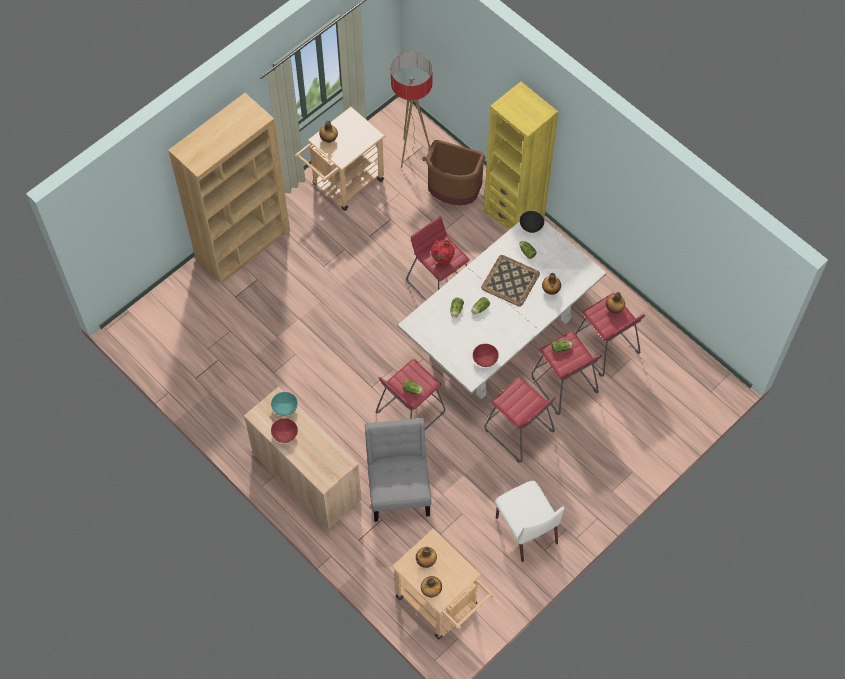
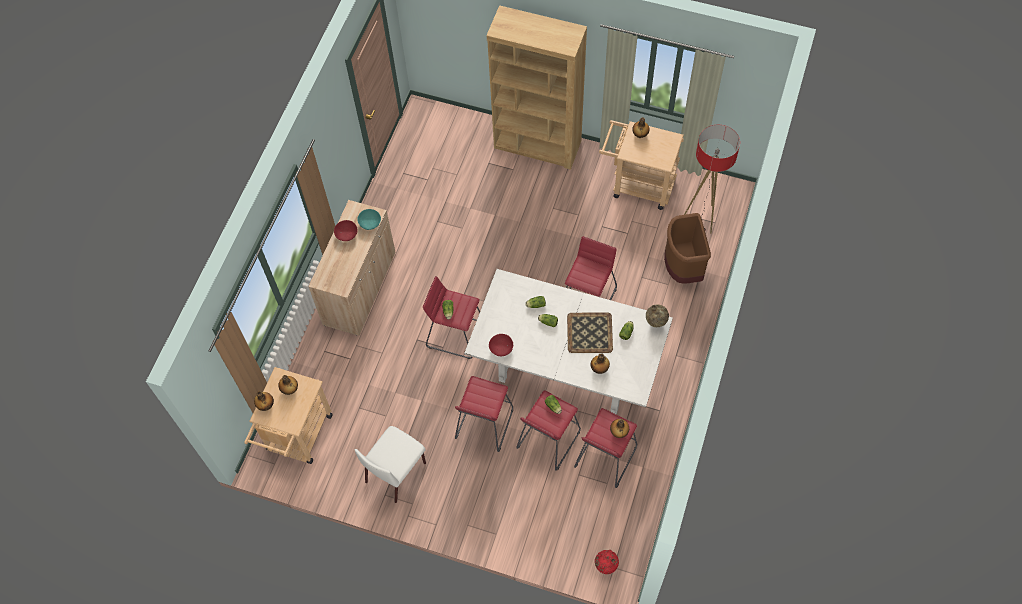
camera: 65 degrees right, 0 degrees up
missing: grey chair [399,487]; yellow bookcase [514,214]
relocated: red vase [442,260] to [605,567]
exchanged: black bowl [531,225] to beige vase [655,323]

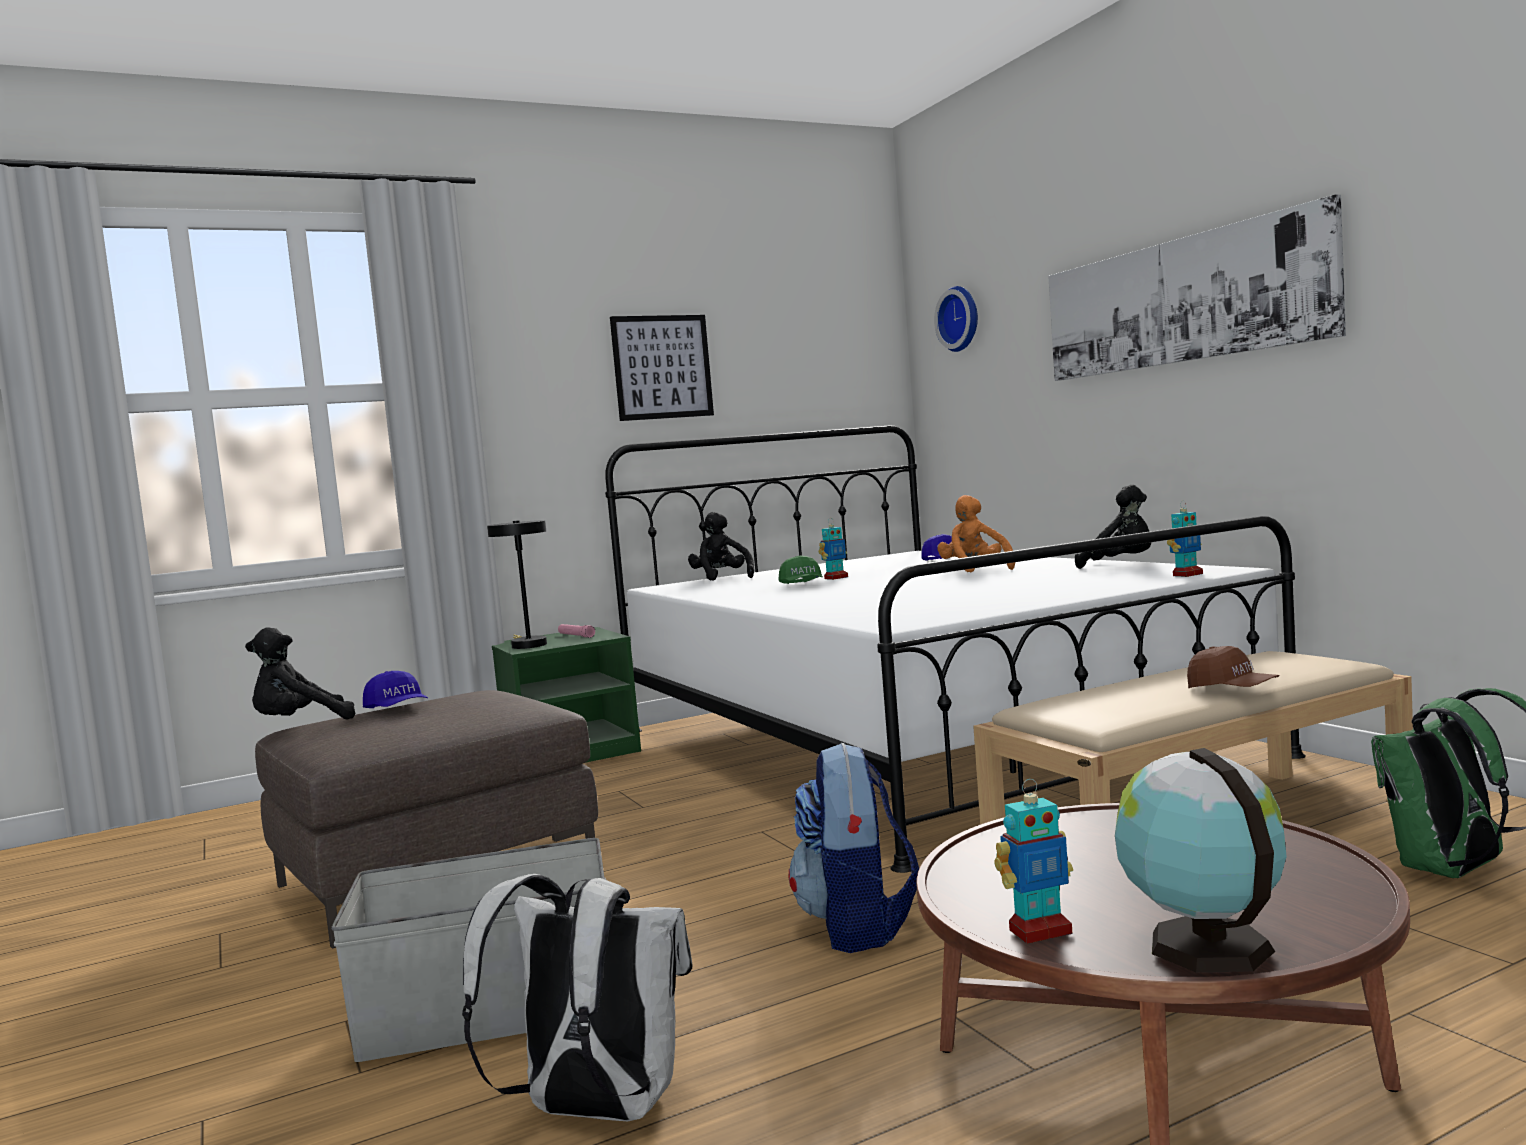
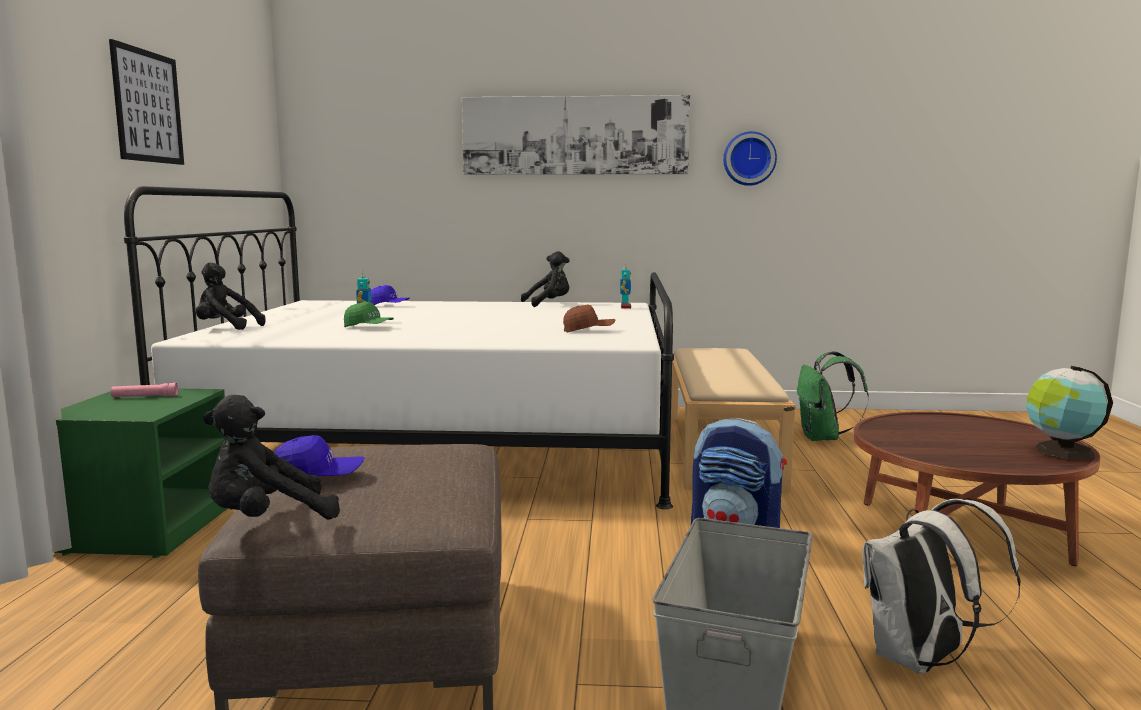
camera: 60 degrees left, 5 degrees up
missing: black table lamp [527,645]; orange plush toy [974,570]; toy robot [1039,931]
relocated: brown cap [1232,690] to [588,331]; wall clock [961,319] to [749,158]
spun: black plush toy [299,725] = [267,520] 60 degrees clockwise

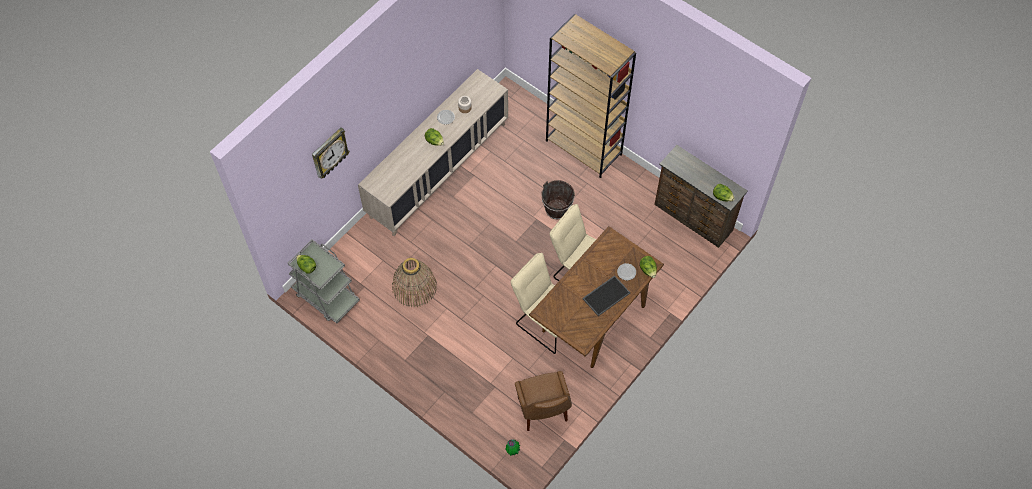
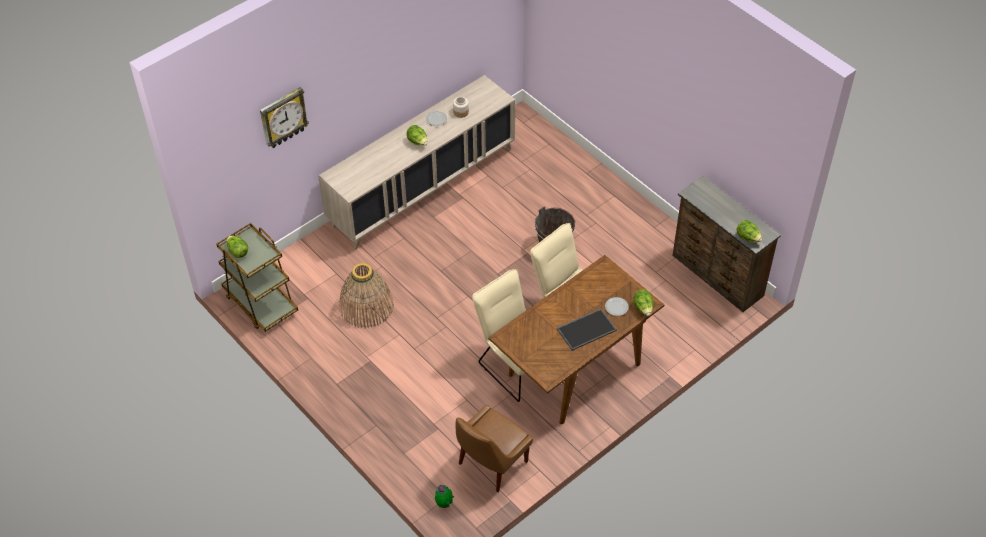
camera: 10 degrees right, 10 degrees down
missing: brown bookcase [584,148]
colour: grey cart [326,297] to brown cart [260,303]
spun: brown chair [543,411] = [491,464] 45 degrees clockwise

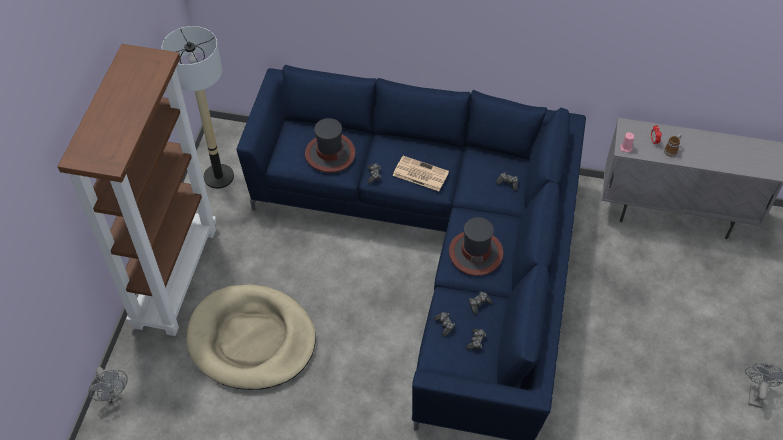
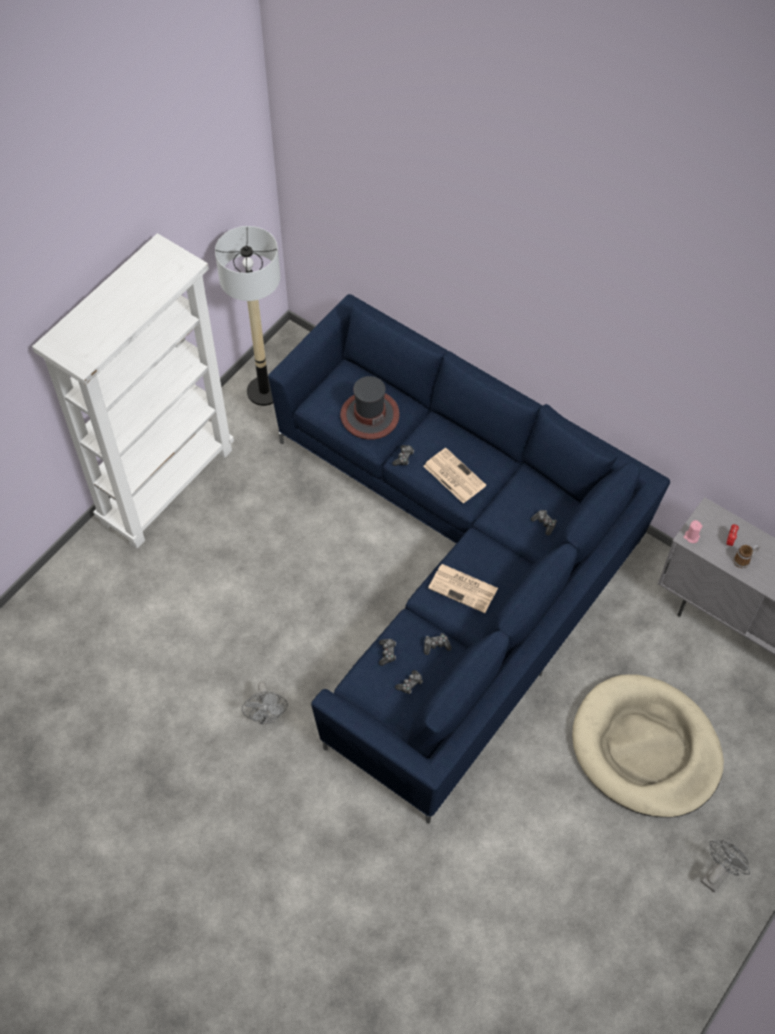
camera: 25 degrees right, 5 degrees up
relocated: grey fan [113,395] to [267,716]; beige dog bed [252,340] to [645,749]
exchanged: hat [475,253] to newspaper [464,588]
colour: brown bookcase [175,276] to white bookcase [167,484]

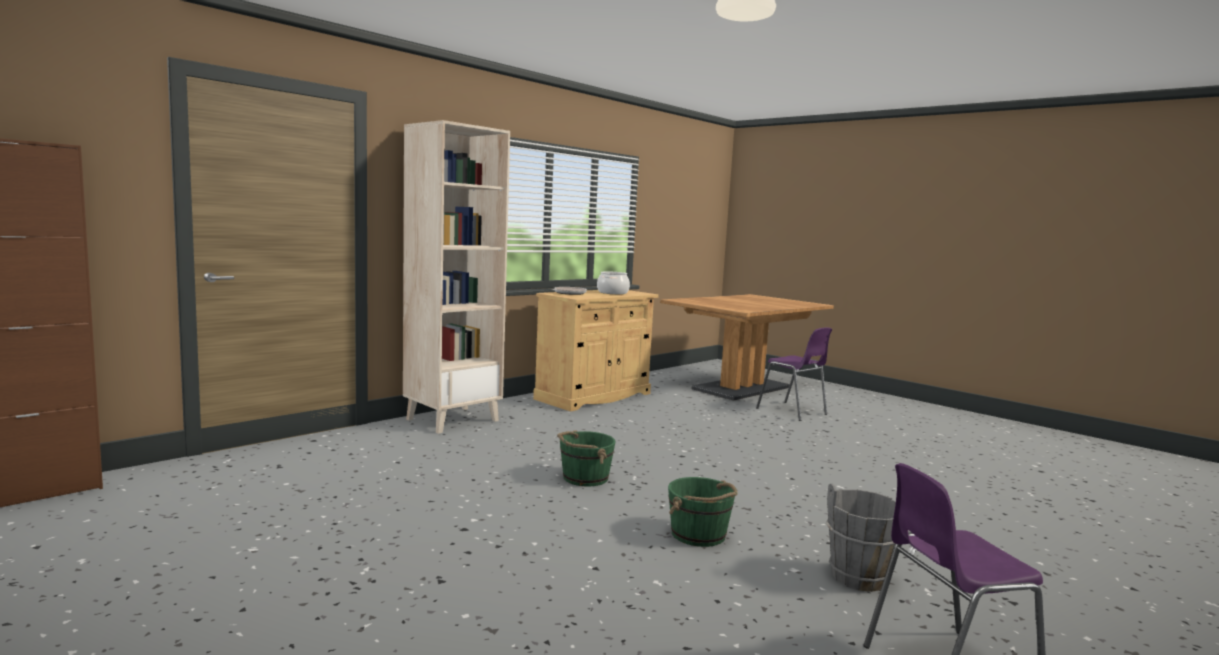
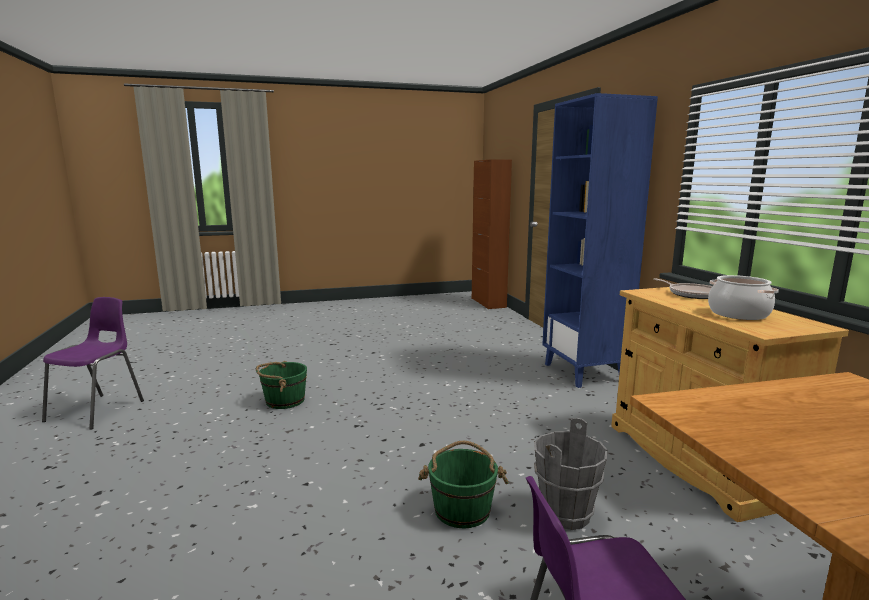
camera: 120 degrees right, 5 degrees up
relocated: green bucket [584,478] to [462,509]; grey bucket [858,577] to [566,514]
colour: beige bookcase [453,419] to blue bookcase [584,372]

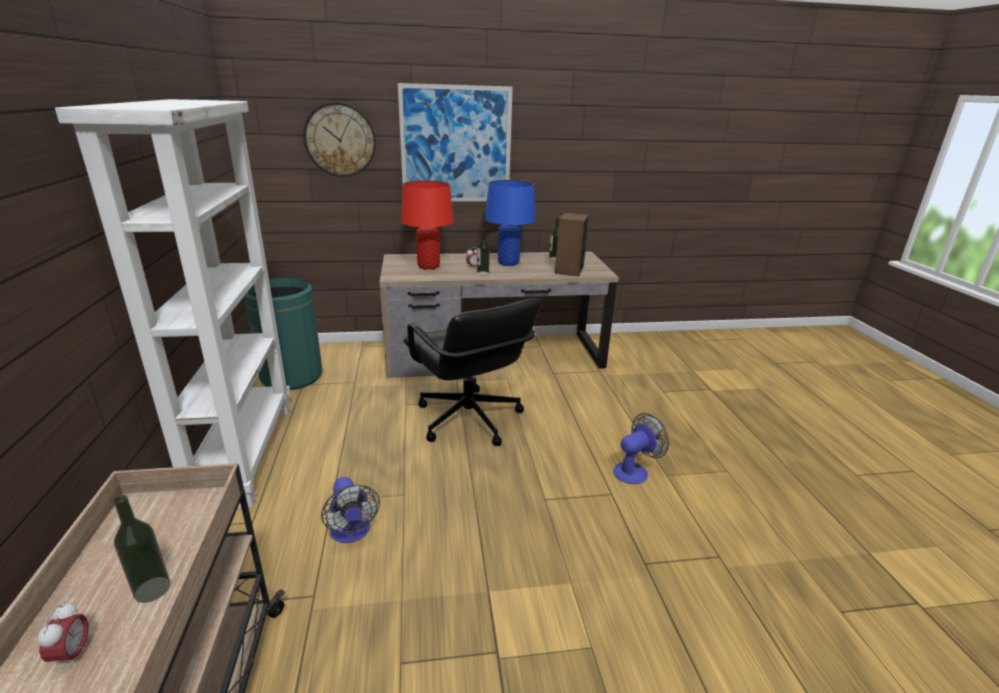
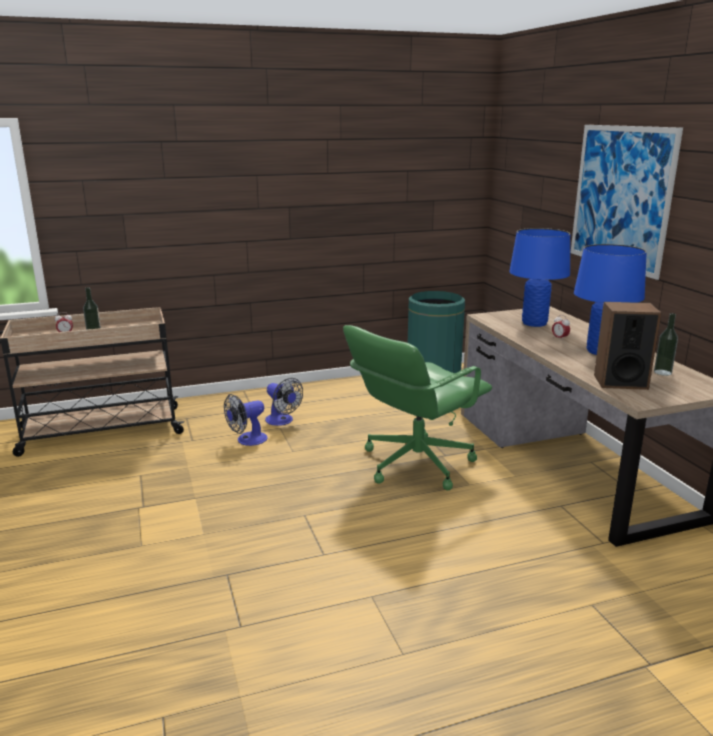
camera: 80 degrees right, 5 degrees down
missing: white bookcase [243,451]; wall clock [340,140]; bottle [483,273]
relocated: fan [635,470] to [282,421]
colour: black office chair [468,419] to green office chair [415,463]; red table lamp [428,266] to blue table lamp [534,323]

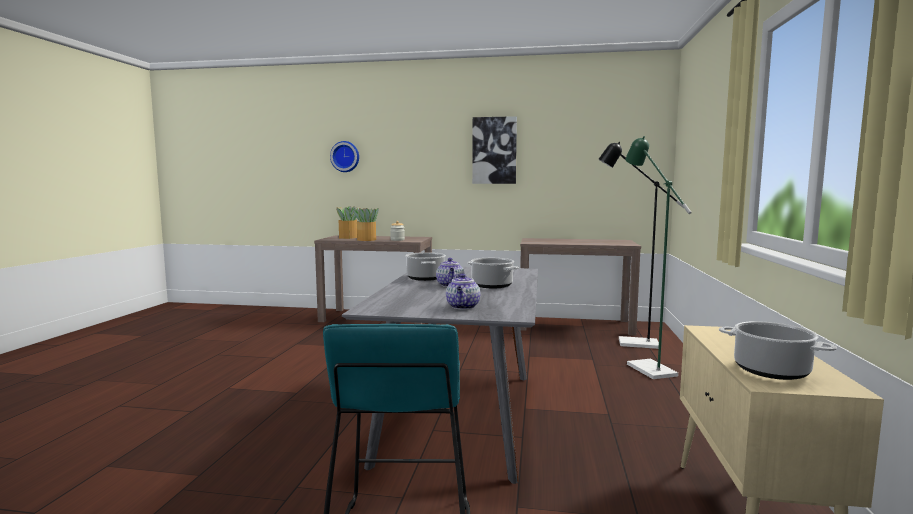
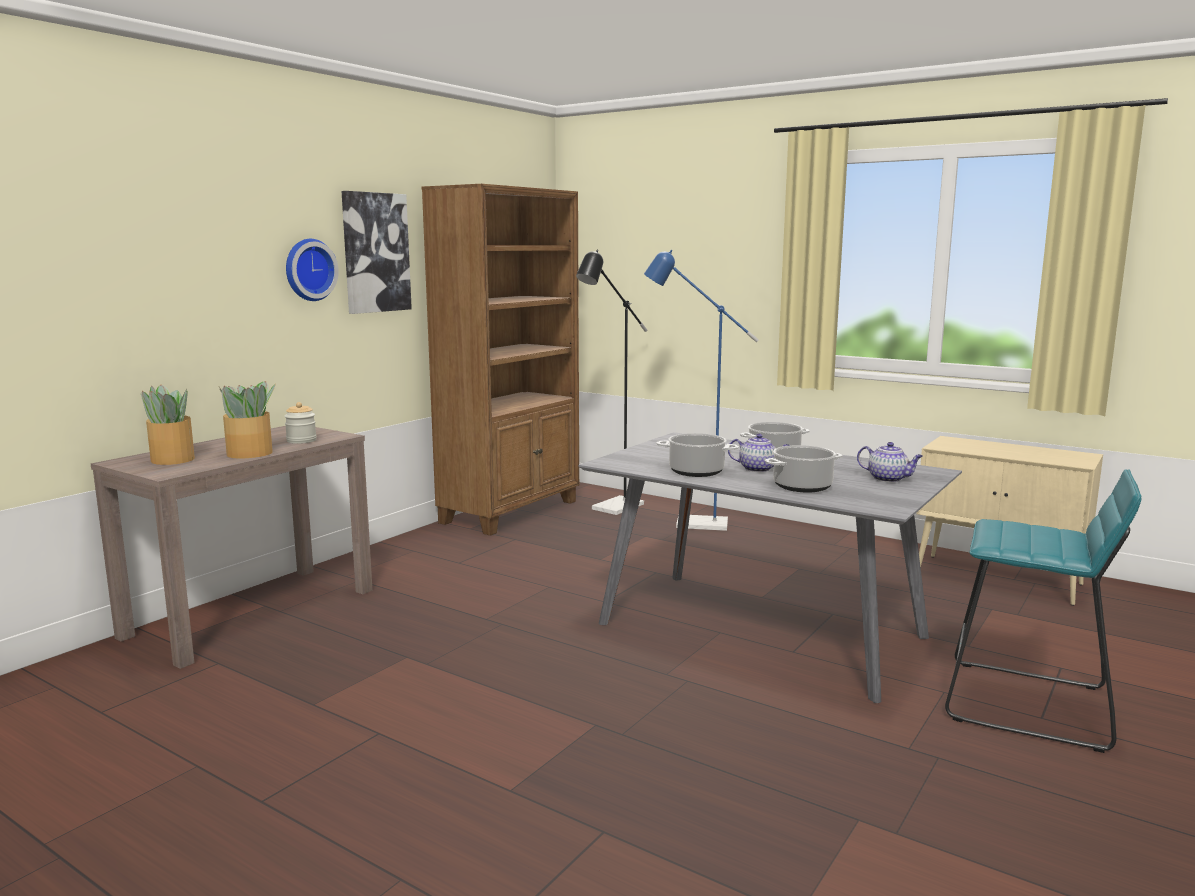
camera: 65 degrees left, 5 degrees up
relocated: wall clock [345,156] to [308,270]; cooking pot [770,370] to [802,487]
exchanged: brown console table [575,325] to brown bookcase [511,512]
colour: green floor lamp [645,367] to blue floor lamp [691,524]

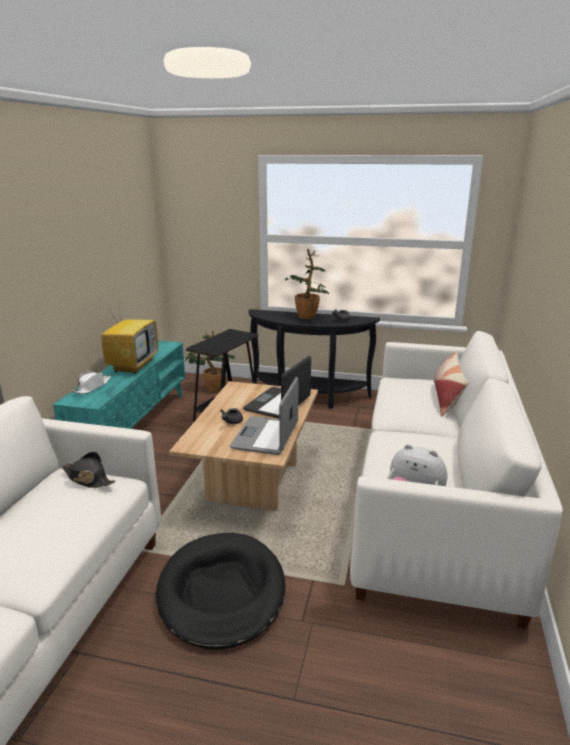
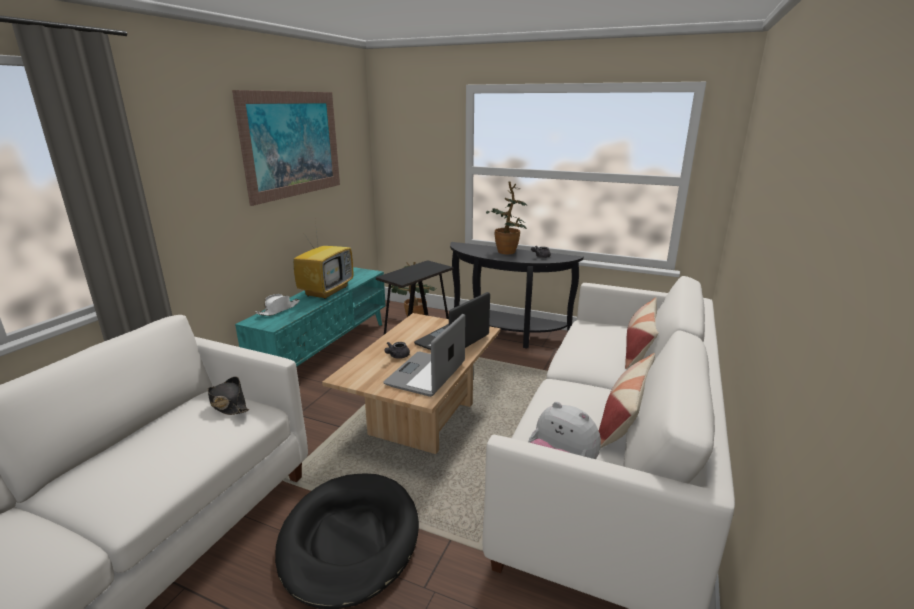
camera: 10 degrees right, 0 degrees up
appeared: picture [293,144]; pillow [624,420]

